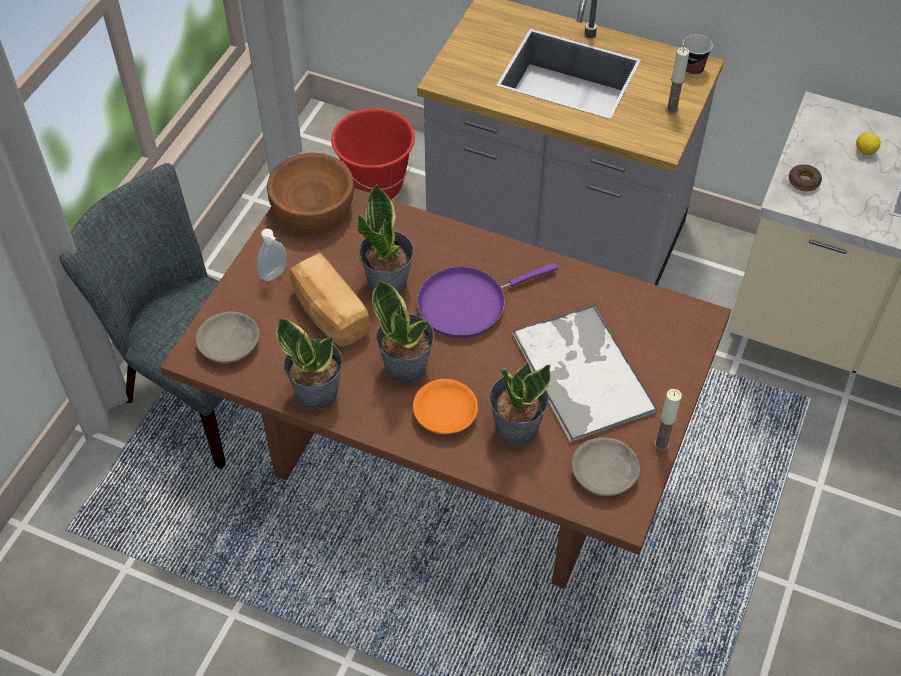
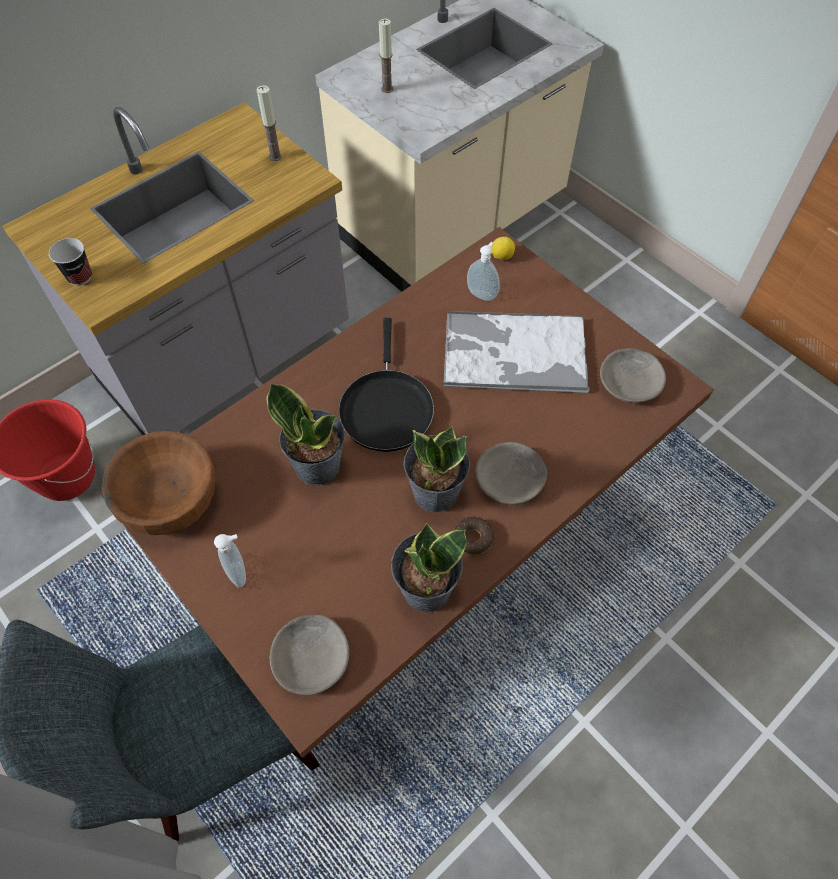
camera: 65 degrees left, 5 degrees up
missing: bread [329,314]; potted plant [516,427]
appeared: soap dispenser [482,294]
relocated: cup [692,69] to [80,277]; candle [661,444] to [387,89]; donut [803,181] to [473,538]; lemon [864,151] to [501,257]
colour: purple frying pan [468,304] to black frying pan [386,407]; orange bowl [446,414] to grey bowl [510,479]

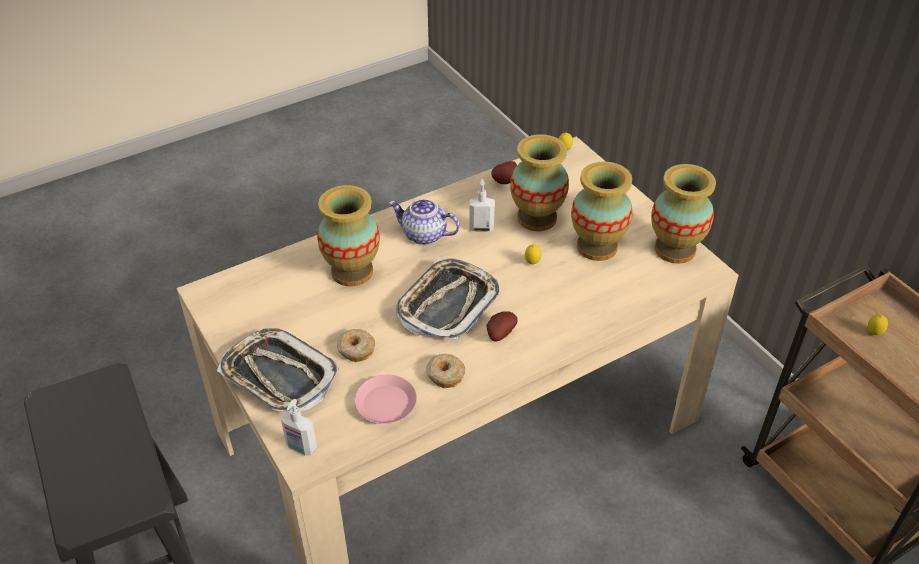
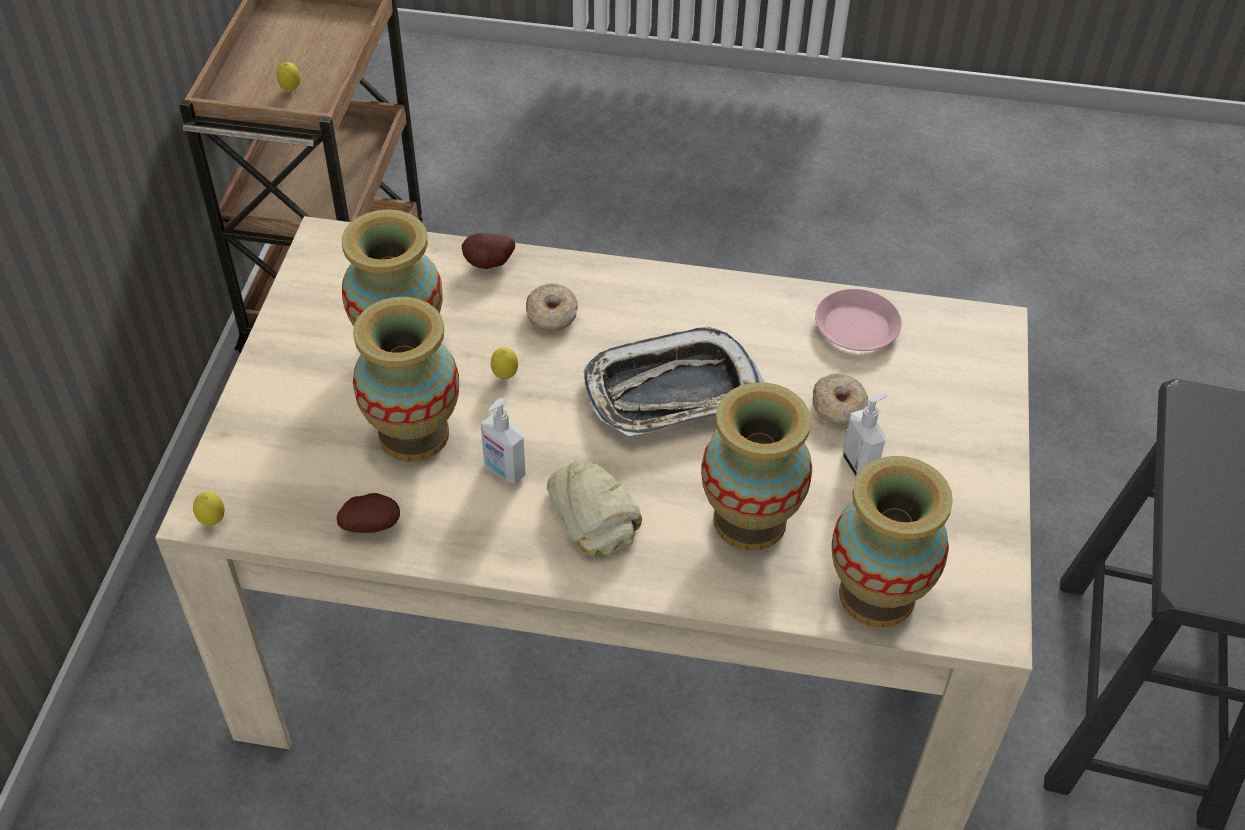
camera: 140 degrees left, 5 degrees up
missing: tray [278,376]
relocated: potato [499,334] to [489,265]; donut [445,375] to [552,315]; vase [674,249] to [877,596]; soap dispenser [301,448] to [860,465]
exchanged: teapot [423,235] to bread [594,513]

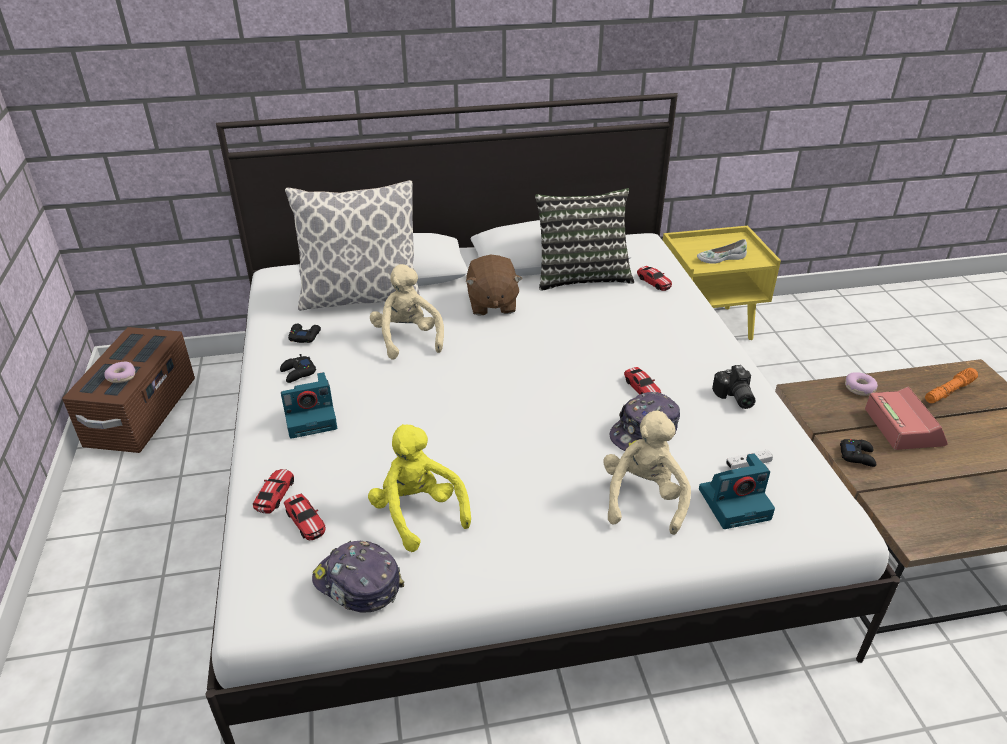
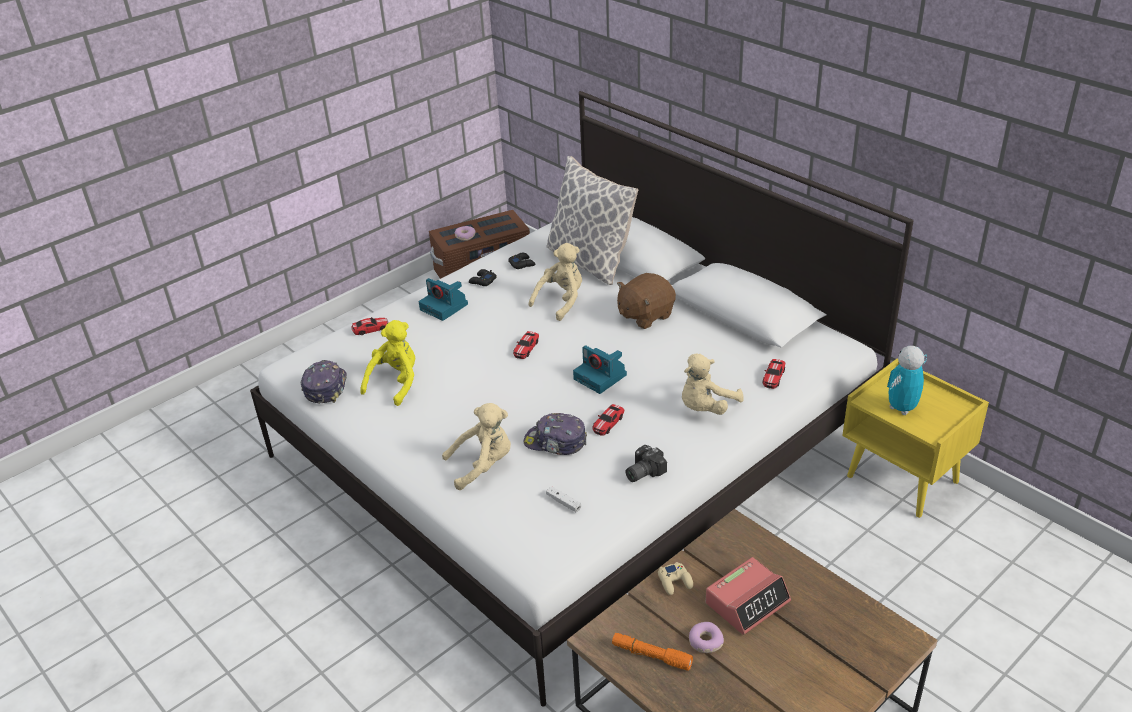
camera: 60 degrees right, 0 degrees up
missing: pillow [581,275]
appeared: beige plush toy [705,408]
relocated: toy car [305,520] to [526,348]; photo camera [735,503] to [601,377]; orange flashlight [948,391] to [651,655]; donut [859,388] to [705,641]
exchanged: white shoe [720,258] to toy robot [901,408]
colour: black game controller [857,456] to beige game controller [675,581]

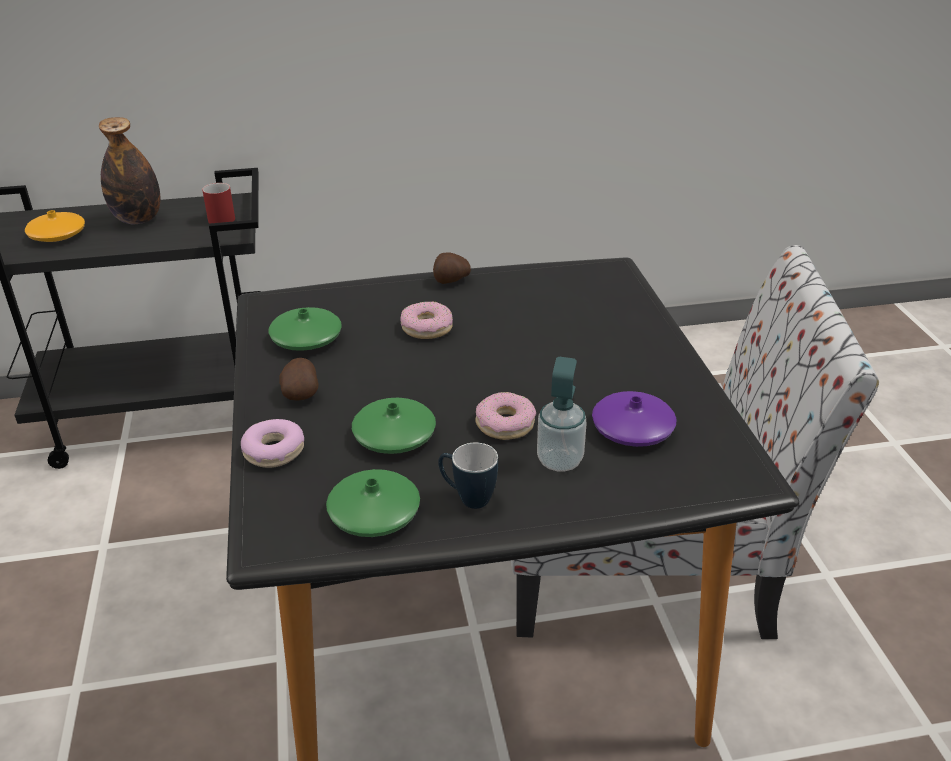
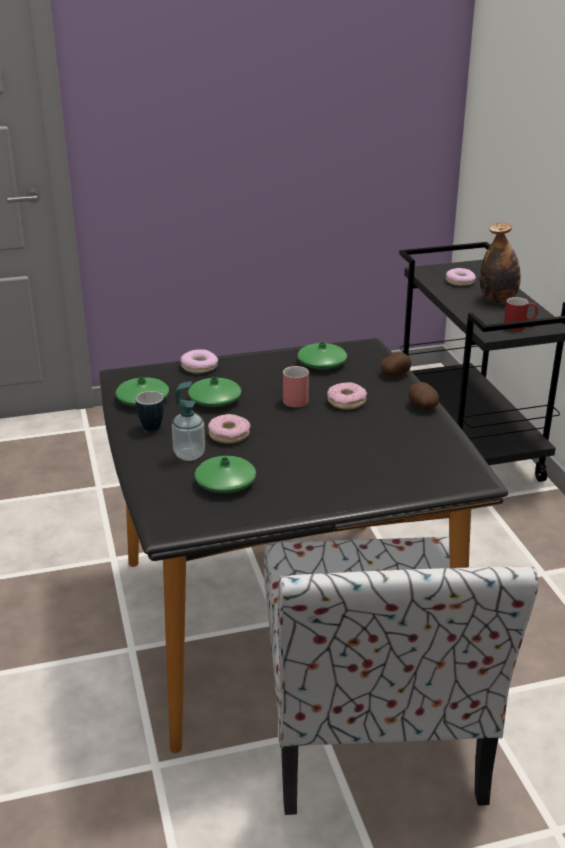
camera: 85 degrees right, 5 degrees down
appeared: red mug [294,398]
relocated: potato [301,393] to [395,374]
exchanged: orange vase [57,235] to donut [460,282]
colour: purple vase [632,429] to green vase [225,482]

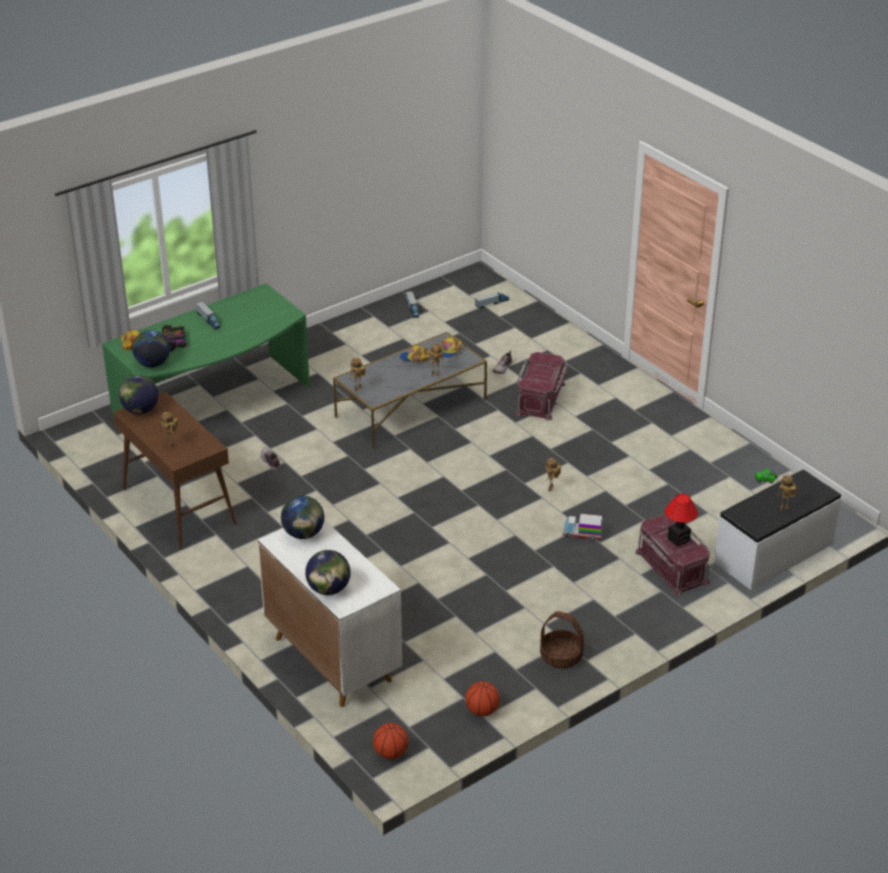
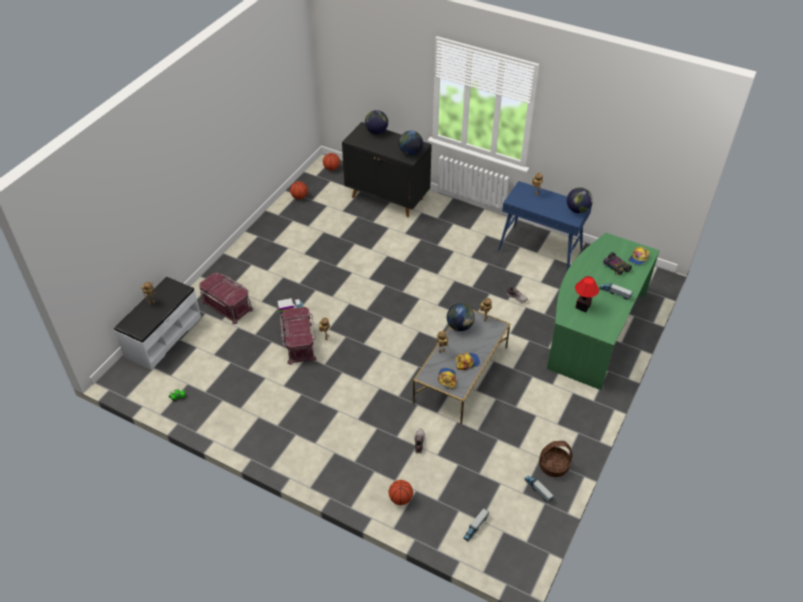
camera: 155 degrees right, 10 degrees up
appeared: basketball [400,499]
relocated: red storage box [541,399] to [299,343]; globe [152,364] to [460,326]; basket [560,656] to [553,465]; table lamp [678,540] to [583,306]
colour: white cabinet [332,658] to black cabinet [388,198]; brown console table [178,506] to blue console table [540,250]

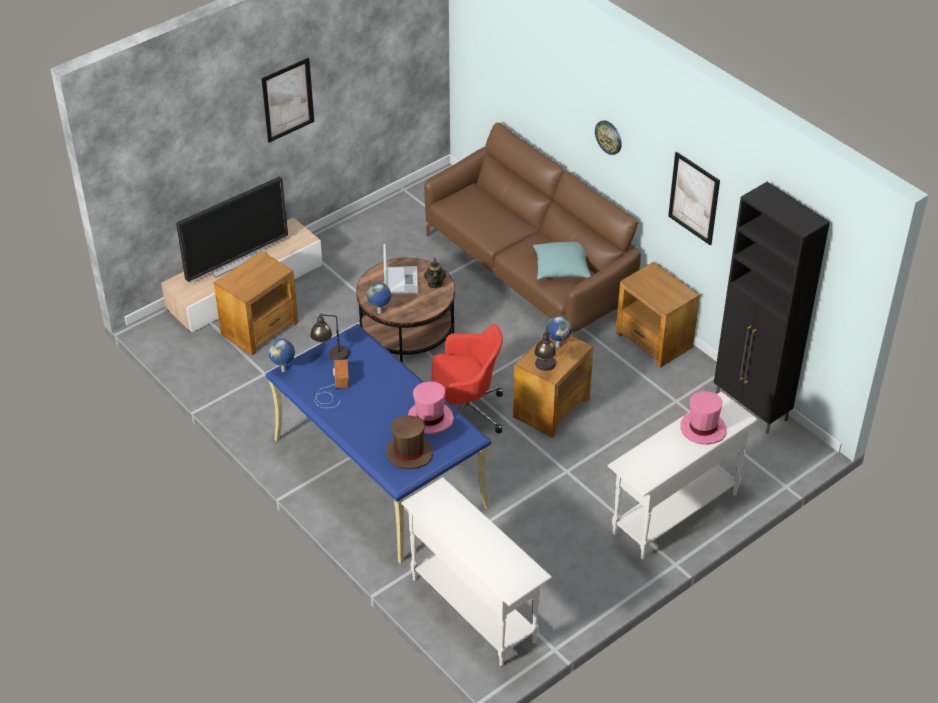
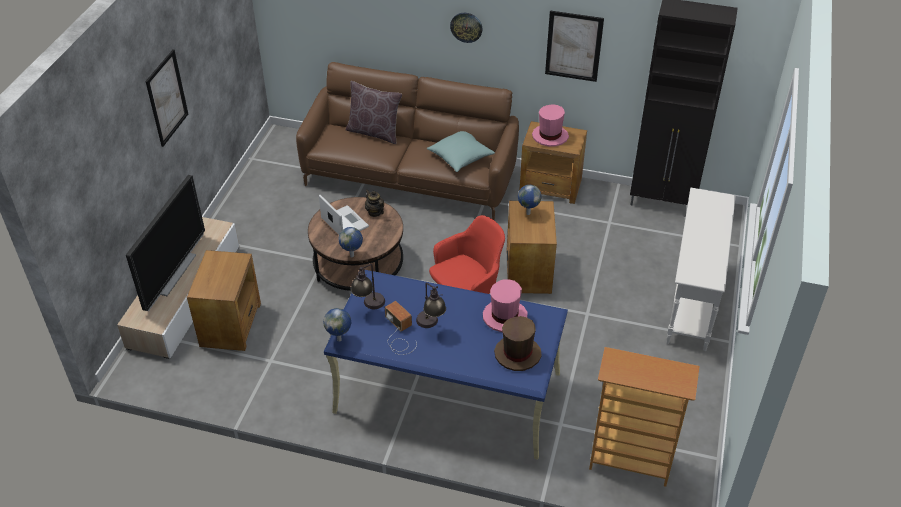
camera: 35 degrees left, 0 degrees up
appeared: brown pillow [374,132]
relocated: table lamp [544,369] to [431,325]; pink hat [702,429] to [550,136]
exchanged: white console table [473,609] to bookcase [629,463]

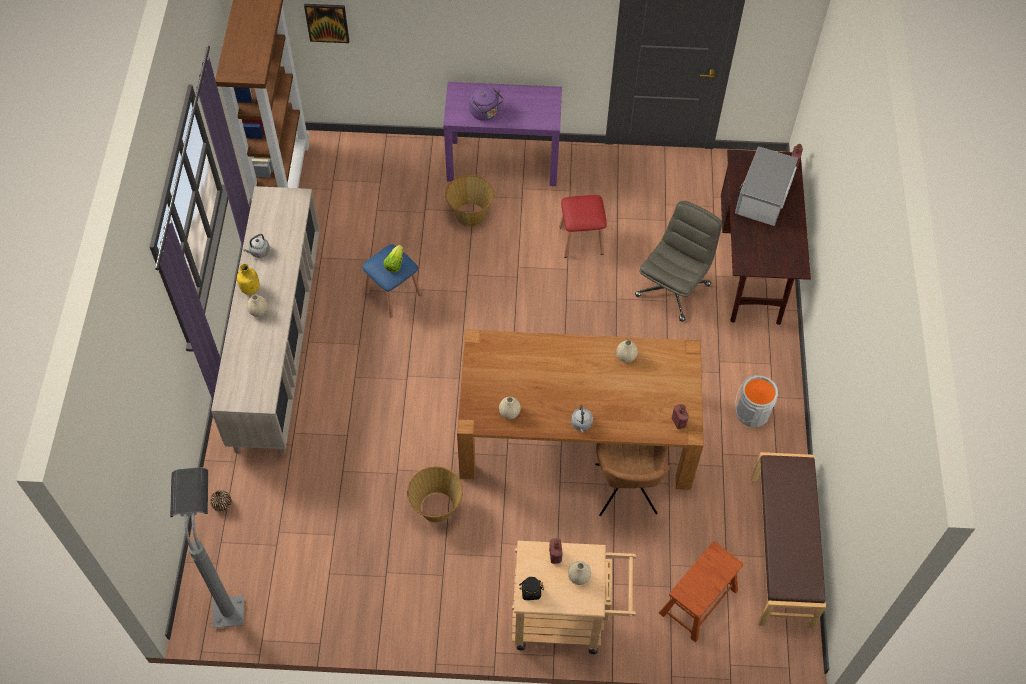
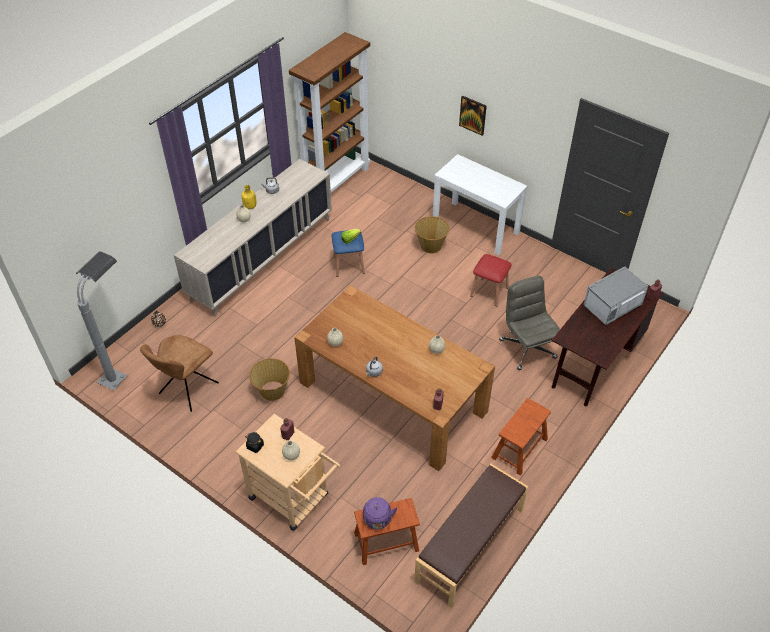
camera: 35 degrees right, 10 degrees down
relocated: brown chair [626,492] to [187,389]; purple kettle [485,113] to [377,520]; picture [327,22] to [473,115]
exchanged: grey bucket [750,412] to brown stool [519,448]
colour: purple console table [503,162] to white console table [476,227]
spun: grey office chair [673,289] = [527,348] 90 degrees counterclockwise

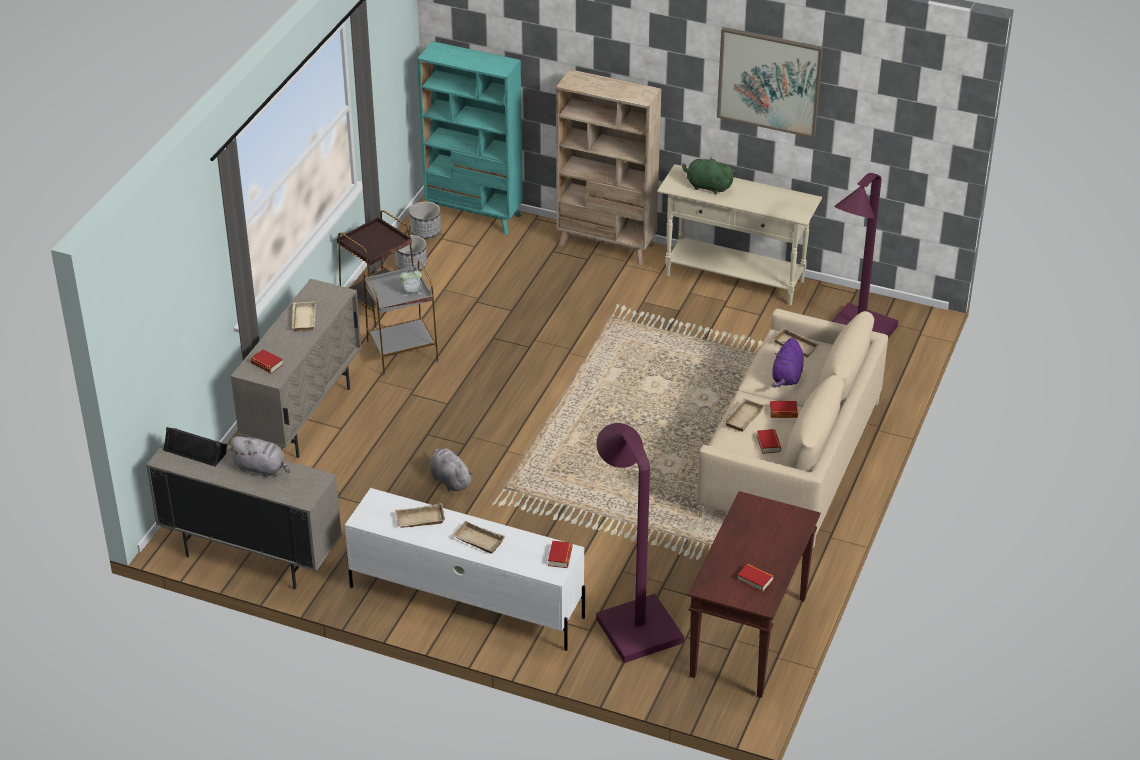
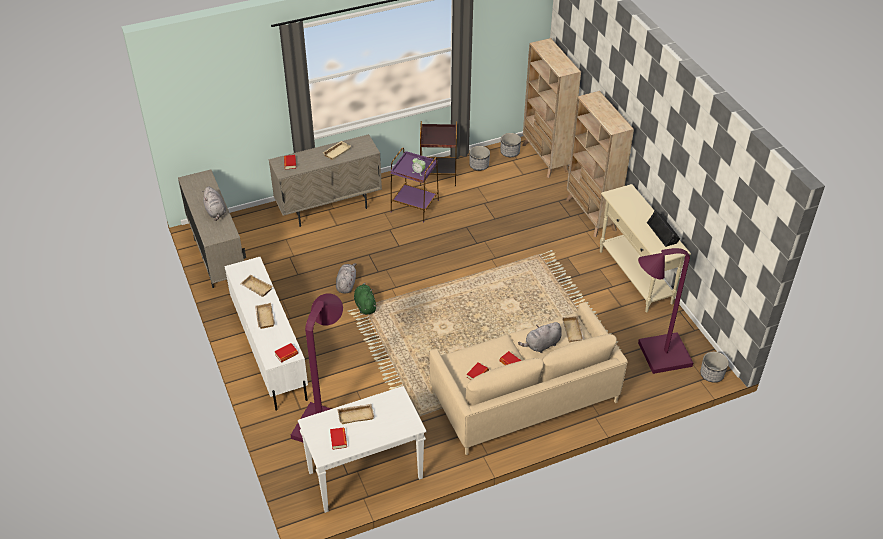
camera: 45 degrees right, 5 degrees up
missing: picture [769,81]
appeared: planter [712,374]
relocated: beige tray [742,417] to [356,415]; green plush toy [707,186] to [365,305]; black speaker [196,450] to [663,232]
colour: brown console table [749,638] to white console table [364,476]; grey side table [403,352] to purple side table [415,206]; purple plush toy [787,377] to grey plush toy [541,345]; turquoise bookcase [474,215] to beige bookcase [545,158]

